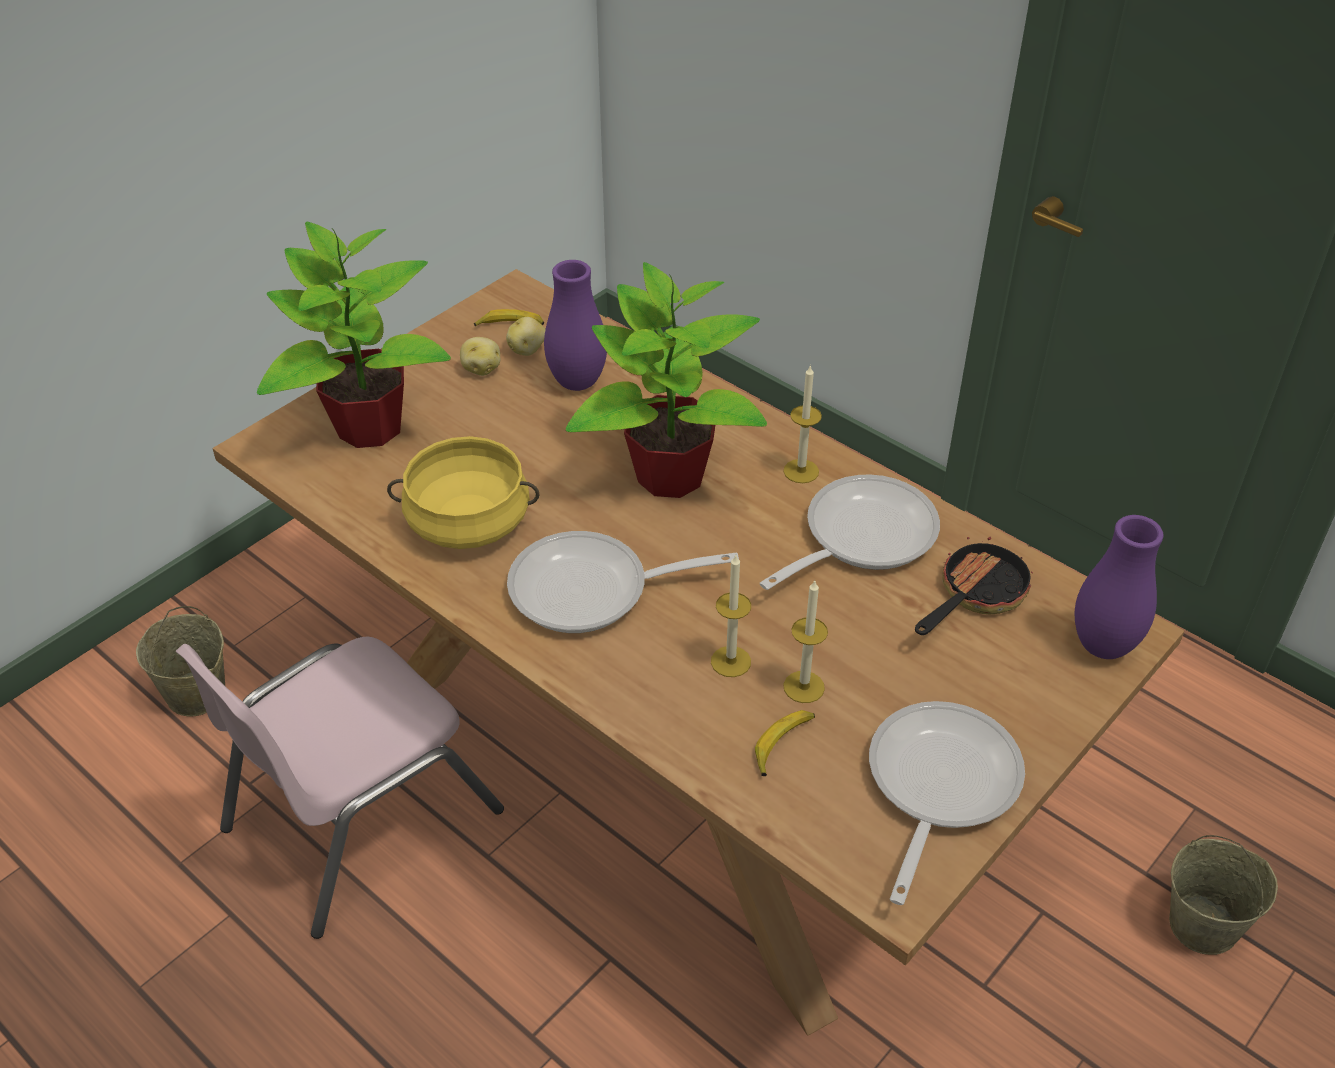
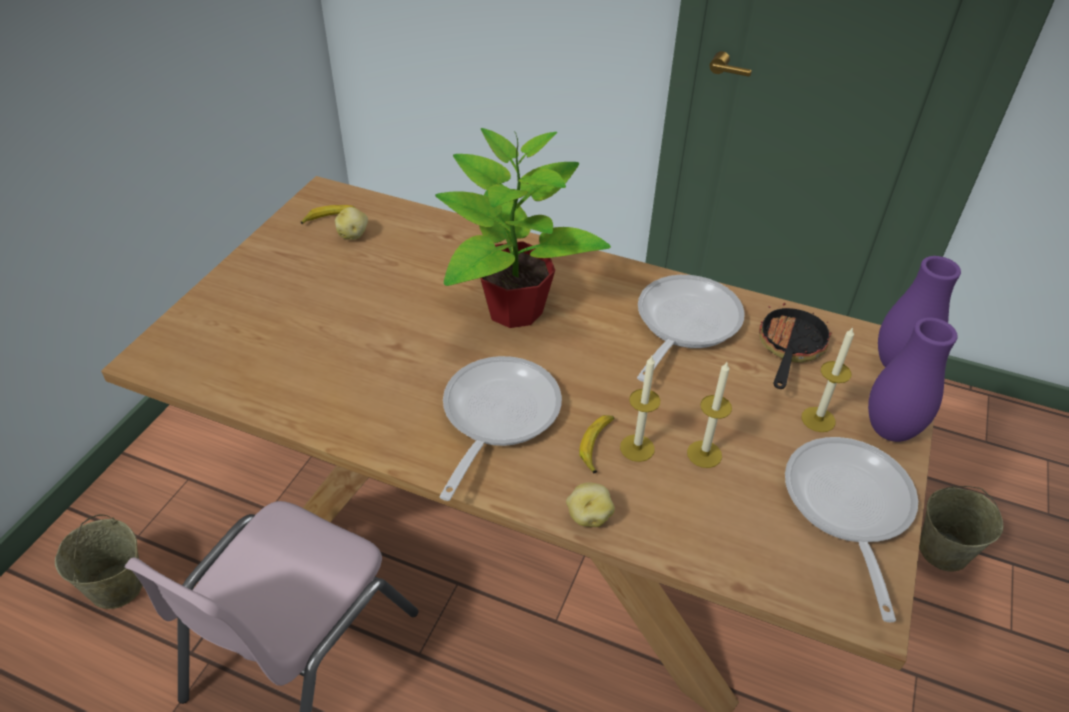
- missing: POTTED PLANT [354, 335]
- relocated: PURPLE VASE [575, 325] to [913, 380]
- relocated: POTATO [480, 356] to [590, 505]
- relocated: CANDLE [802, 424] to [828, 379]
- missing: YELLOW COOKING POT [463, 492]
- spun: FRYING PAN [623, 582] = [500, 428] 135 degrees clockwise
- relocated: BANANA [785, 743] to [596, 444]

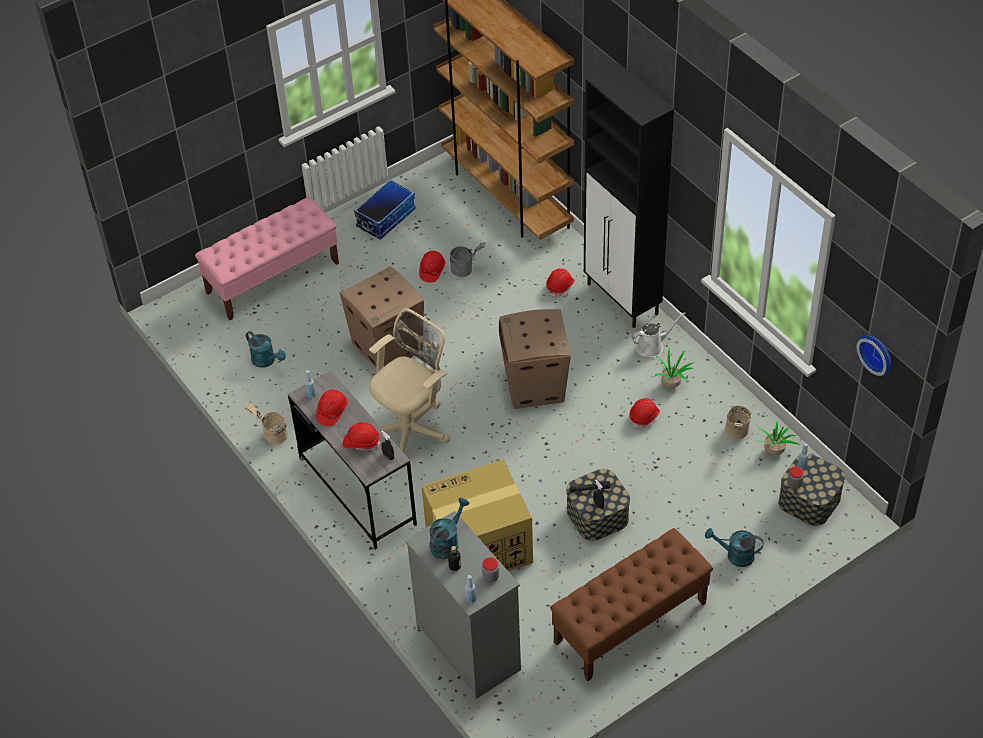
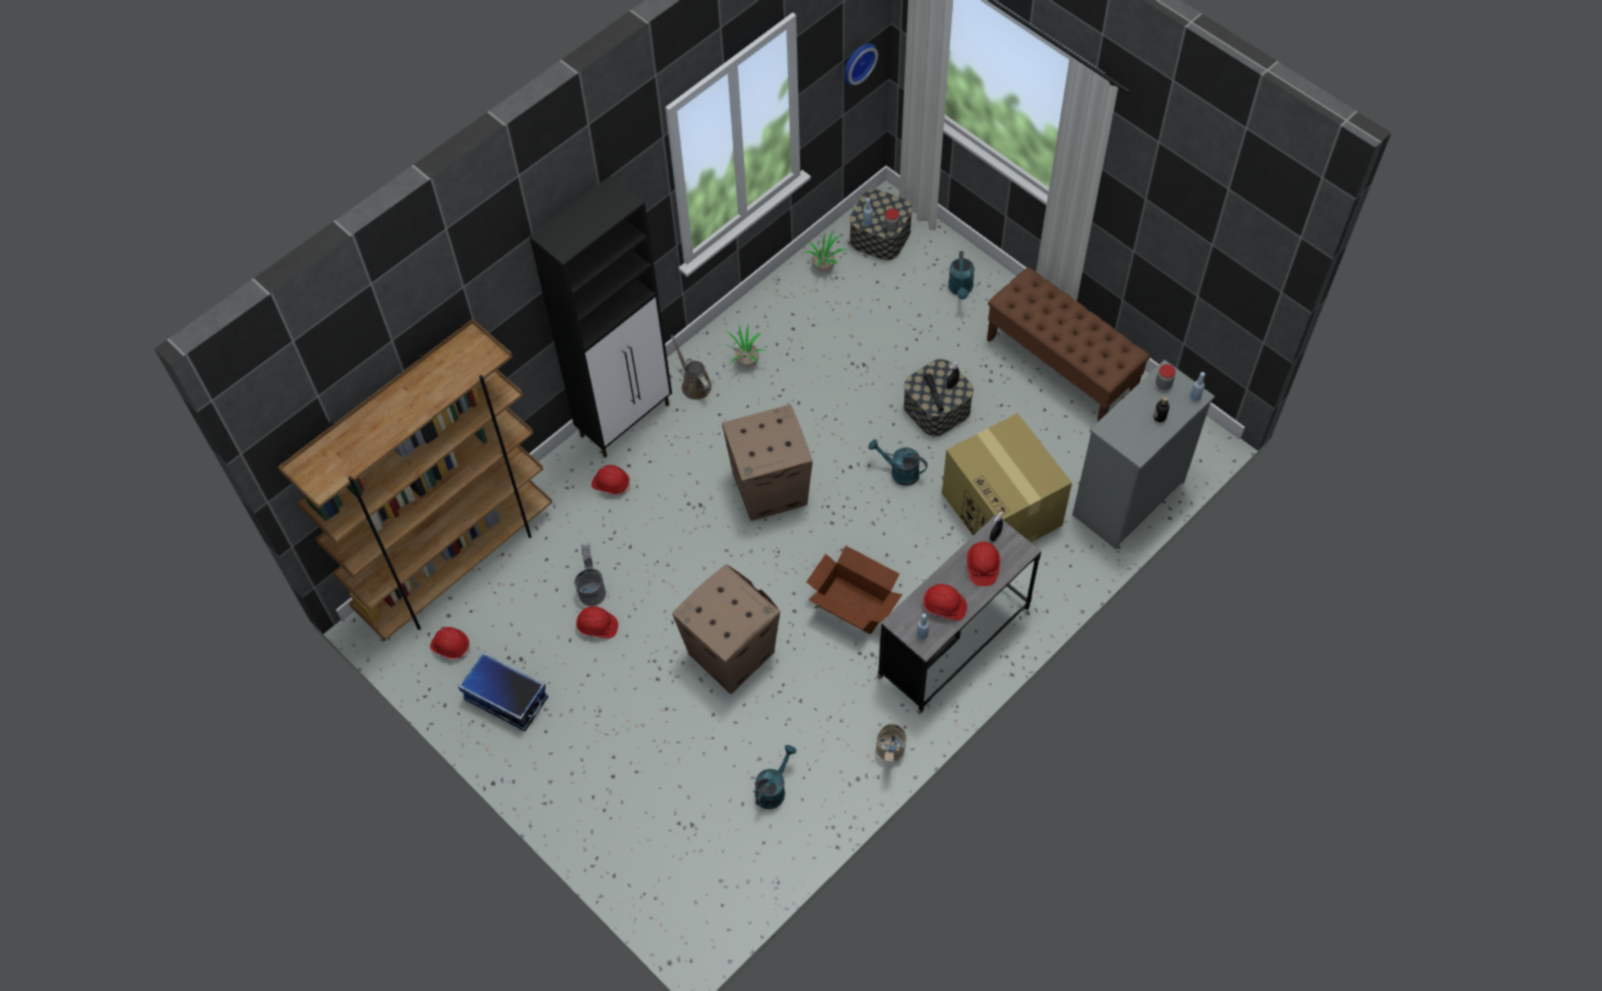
- missing: PINK BENCH [267, 258]
- exchanged: BEIGE OFFICE CHAIR [409, 380] to CARDBOARD BOX [854, 590]
- colour: WHITE WATERING CAN [658, 334] to BROWN WATERING CAN [691, 367]
- relocated: RED HARD HAT [644, 413] to [450, 643]
- missing: BEIGE BUCKET [738, 422]
- relocated: TURQUOISE WATERING CAN [449, 528] to [897, 462]

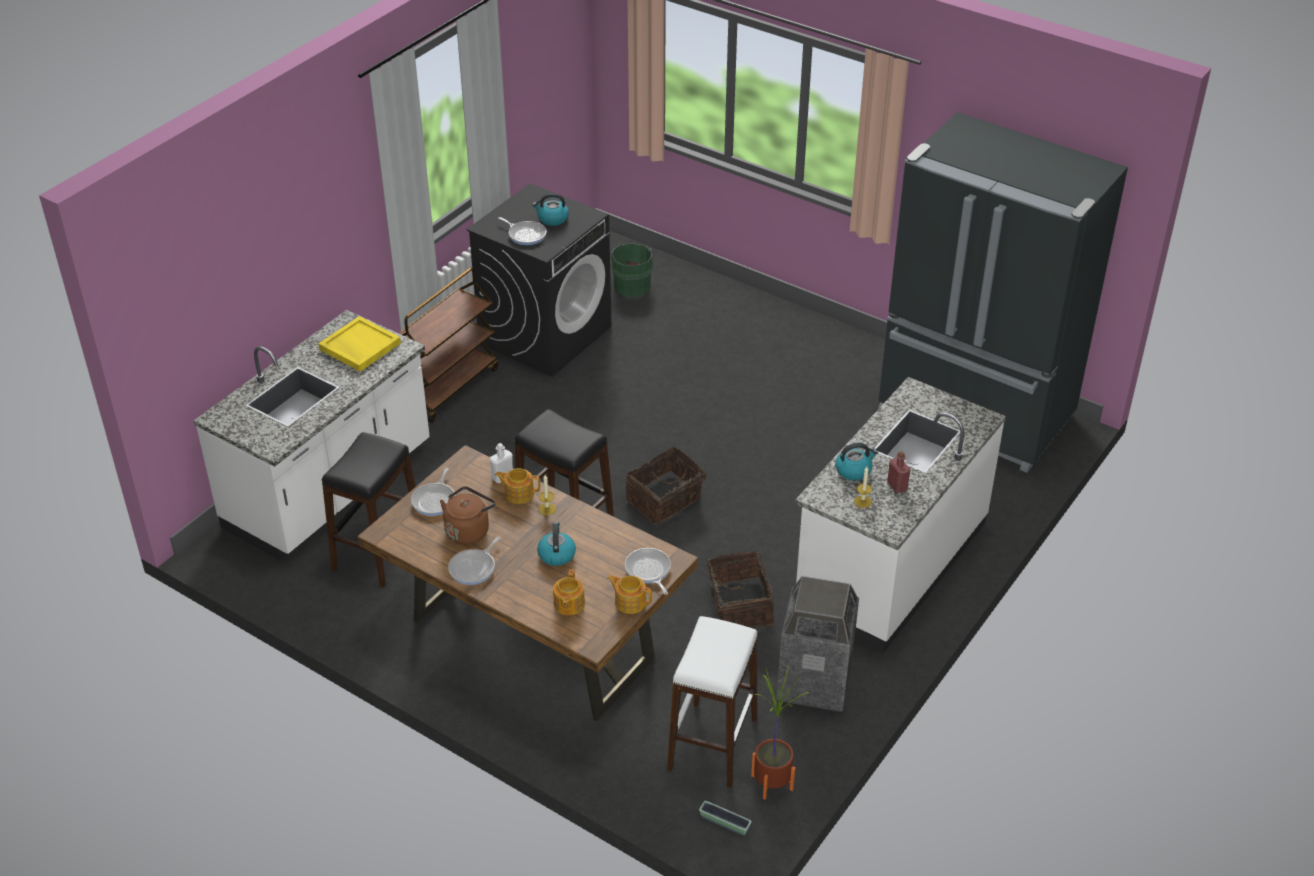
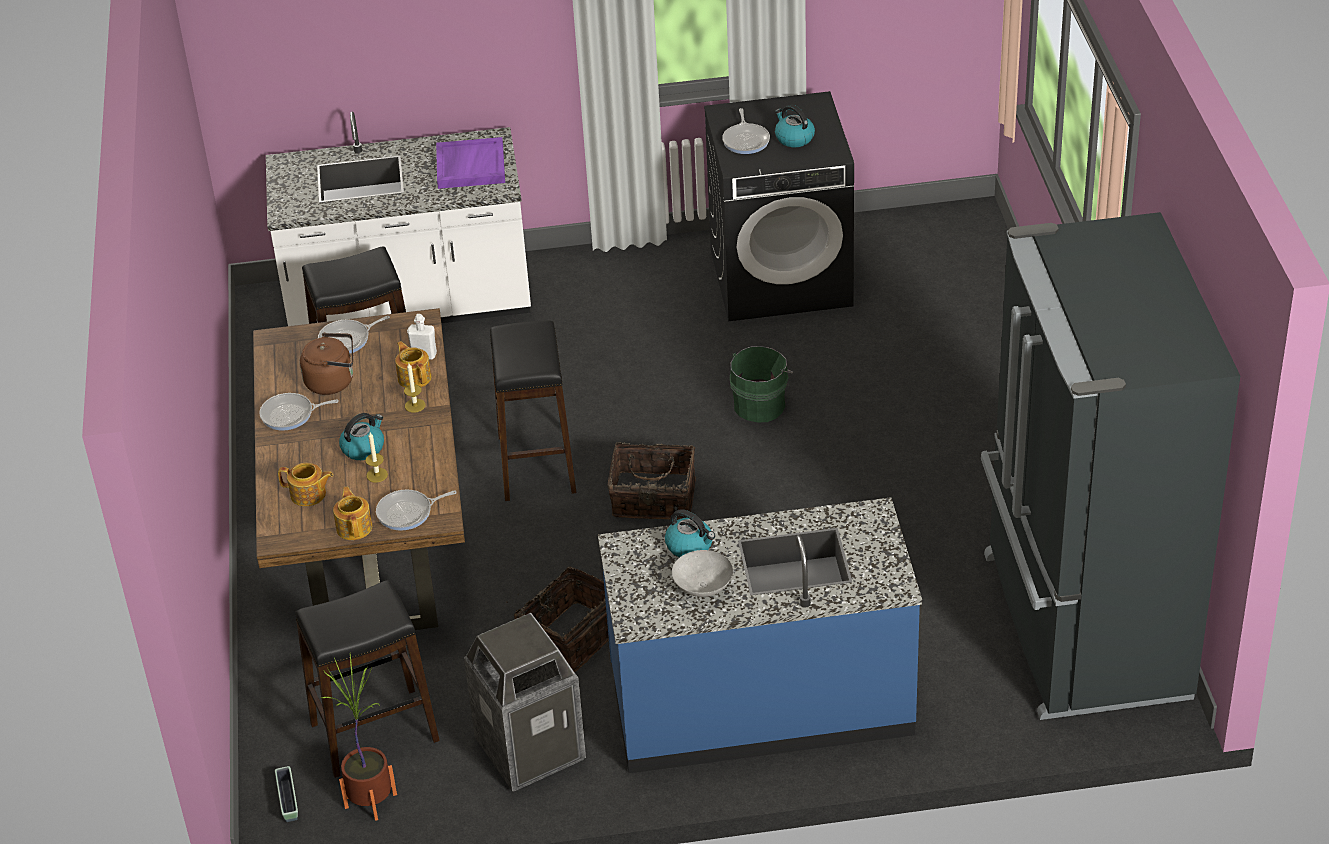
- relocated: GREEN BUCKET [631, 270] to [761, 384]
- missing: BROWN CART [448, 345]
- colour: YELLOW TRAY [359, 344] to PURPLE TRAY [470, 163]
- colour: WHITE COUNTER [900, 515] to BLUE COUNTER [760, 635]
- exchanged: RED BOTTLE [898, 472] to GREY BOWL [702, 573]
- relocated: CANDLE [863, 487] to [376, 457]
- spun: FRYING PAN [648, 571] = [416, 510] 135 degrees counterclockwise
- spun: TEAPOT [569, 592] = [305, 484] 135 degrees counterclockwise
- colour: WHITE STOOL [712, 702] to BLACK STOOL [367, 679]

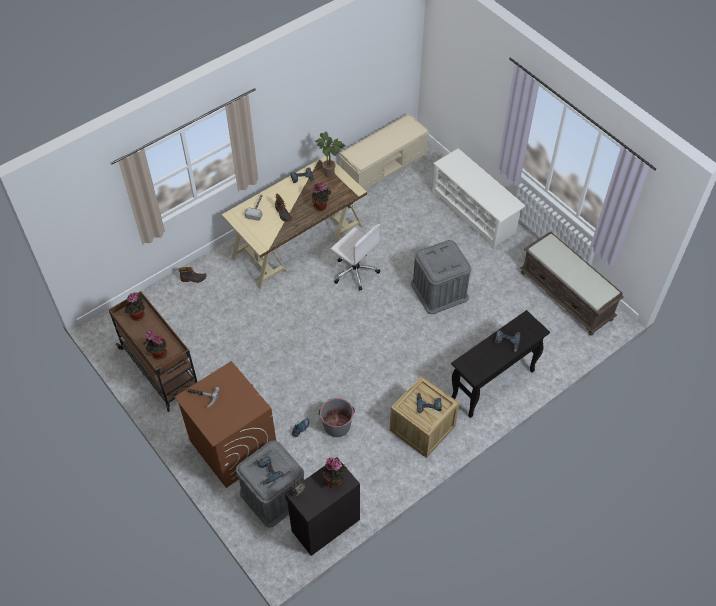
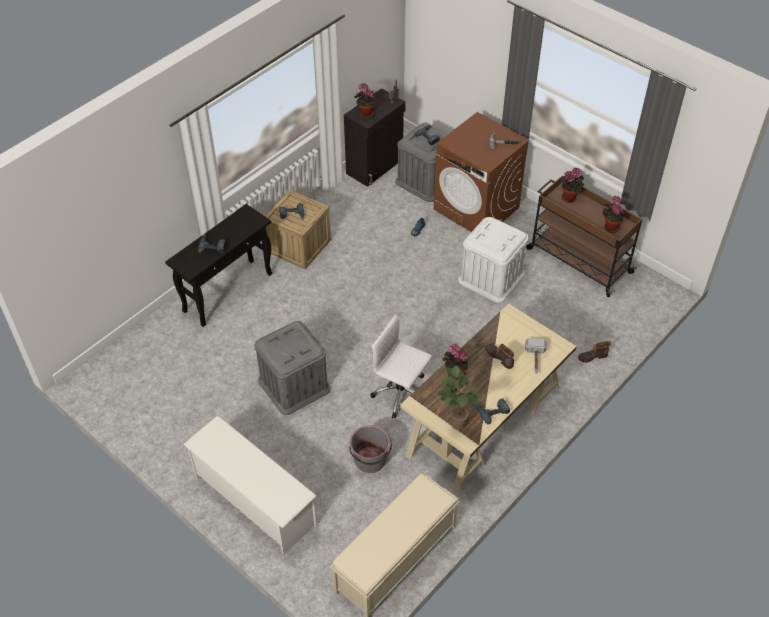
- missing: BROWN BENCH [572, 283]
- relocated: GREY BUCKET [337, 417] to [370, 449]
- appeared: WHITE STORAGE BOX [493, 260]

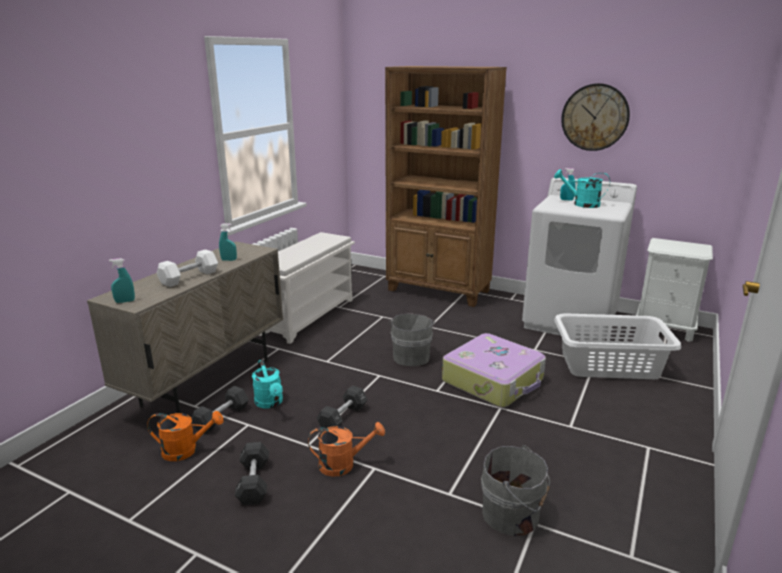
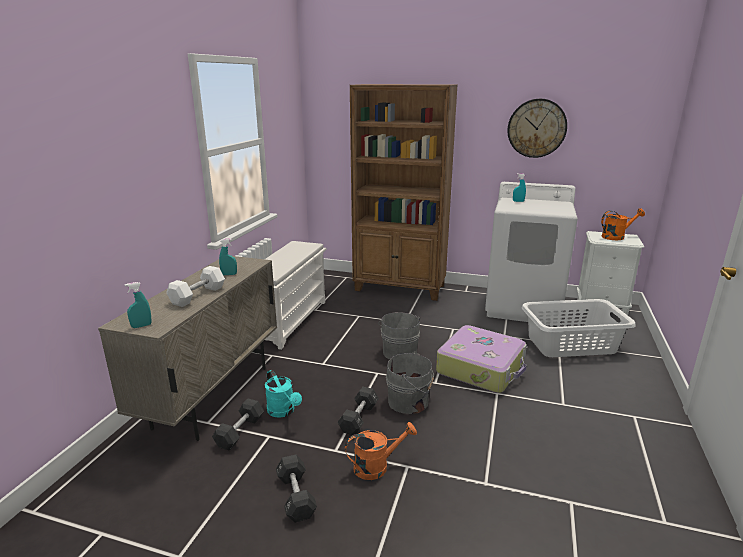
- missing: TURQUOISE WATERING CAN [582, 188]
- relocated: ORANGE WATERING CAN [185, 436] to [623, 224]
- relocated: GREY BUCKET [515, 490] to [410, 383]

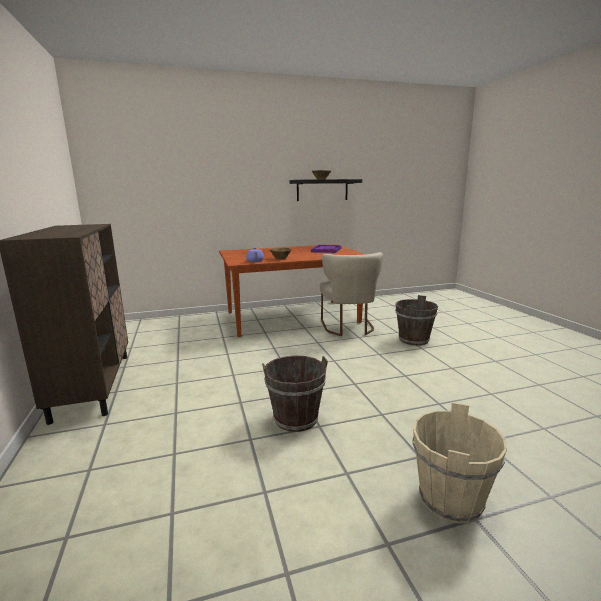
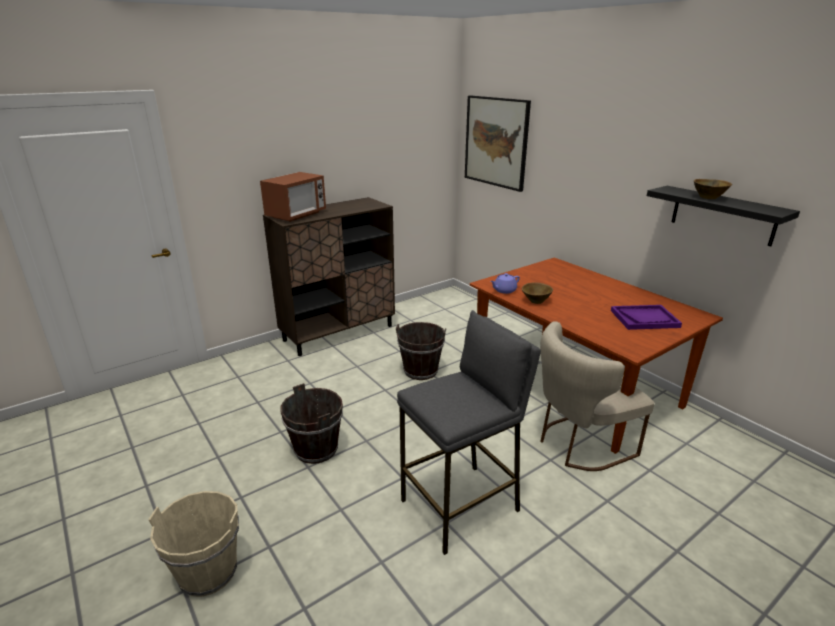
- relocated: BROWN BUCKET [416, 320] to [421, 351]
- appeared: PICTURE [498, 144]
- appeared: MICROWAVE [293, 197]
- appeared: GREY STOOL [469, 432]

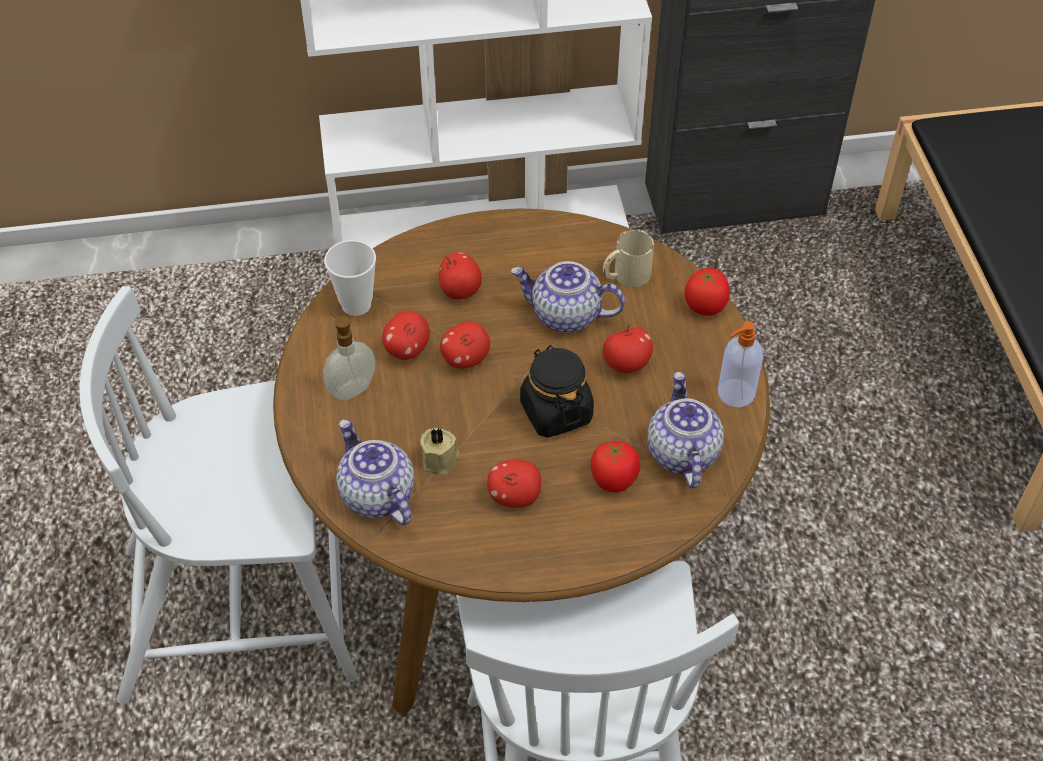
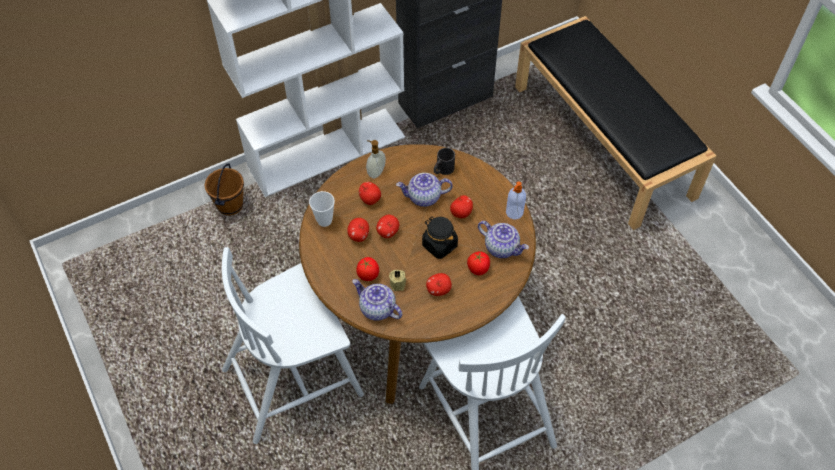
- colour: BEIGE MUG [628, 258] to BLACK MUG [444, 161]
- relocated: TOMATO [707, 291] to [367, 269]
- relocated: SOAP DISPENSER [349, 356] to [376, 159]
- spun: TEAPOT [685, 430] = [503, 239] 150 degrees clockwise
- appeared: BROWN BUCKET [224, 190]

